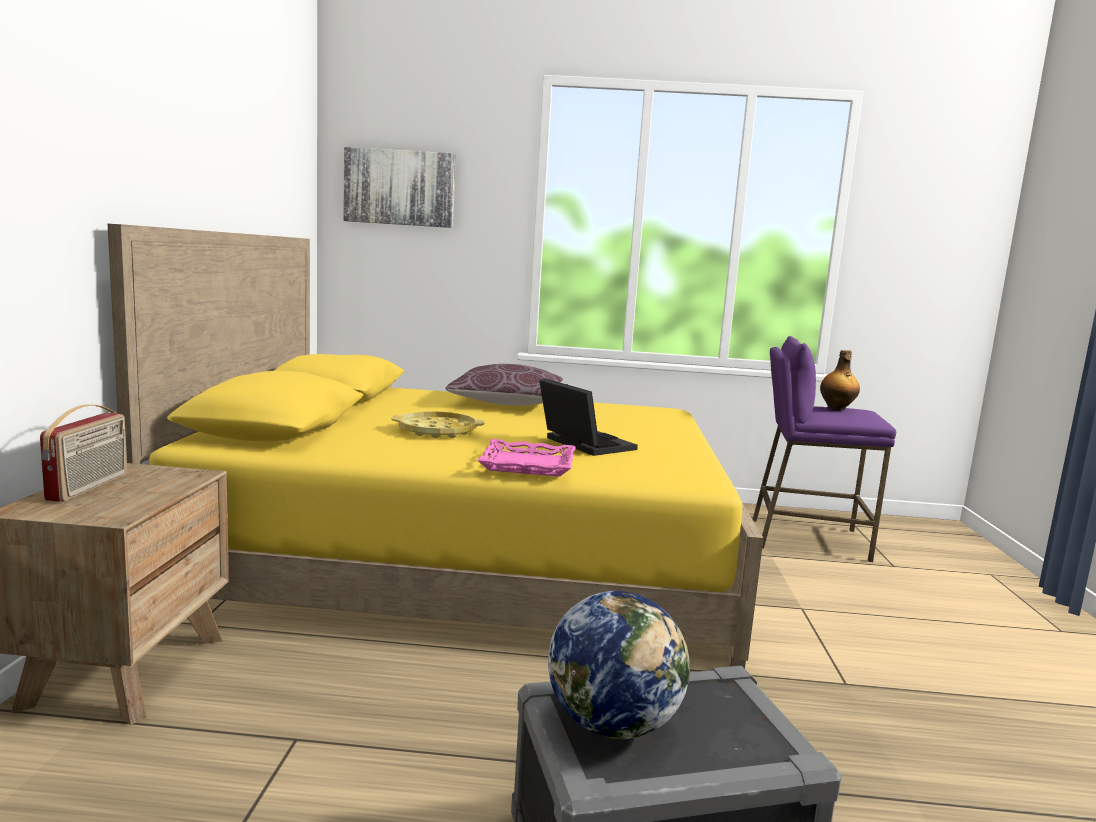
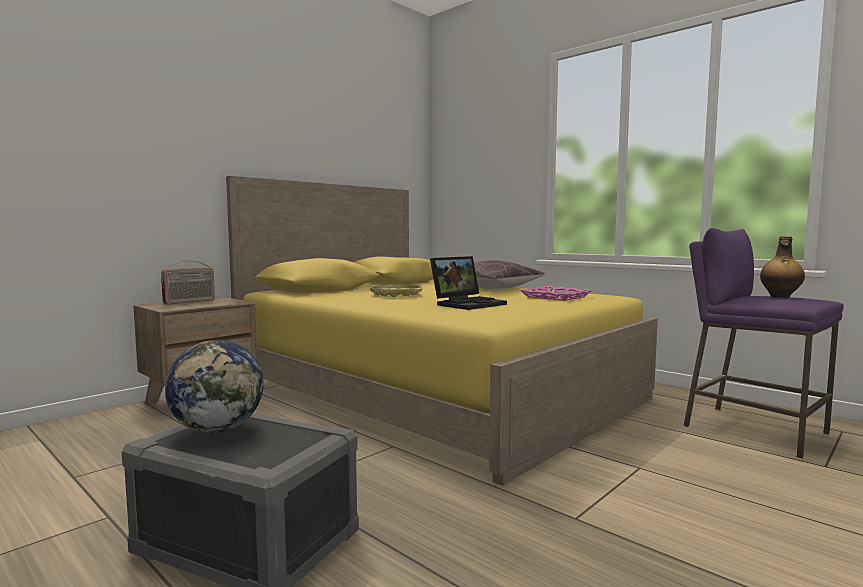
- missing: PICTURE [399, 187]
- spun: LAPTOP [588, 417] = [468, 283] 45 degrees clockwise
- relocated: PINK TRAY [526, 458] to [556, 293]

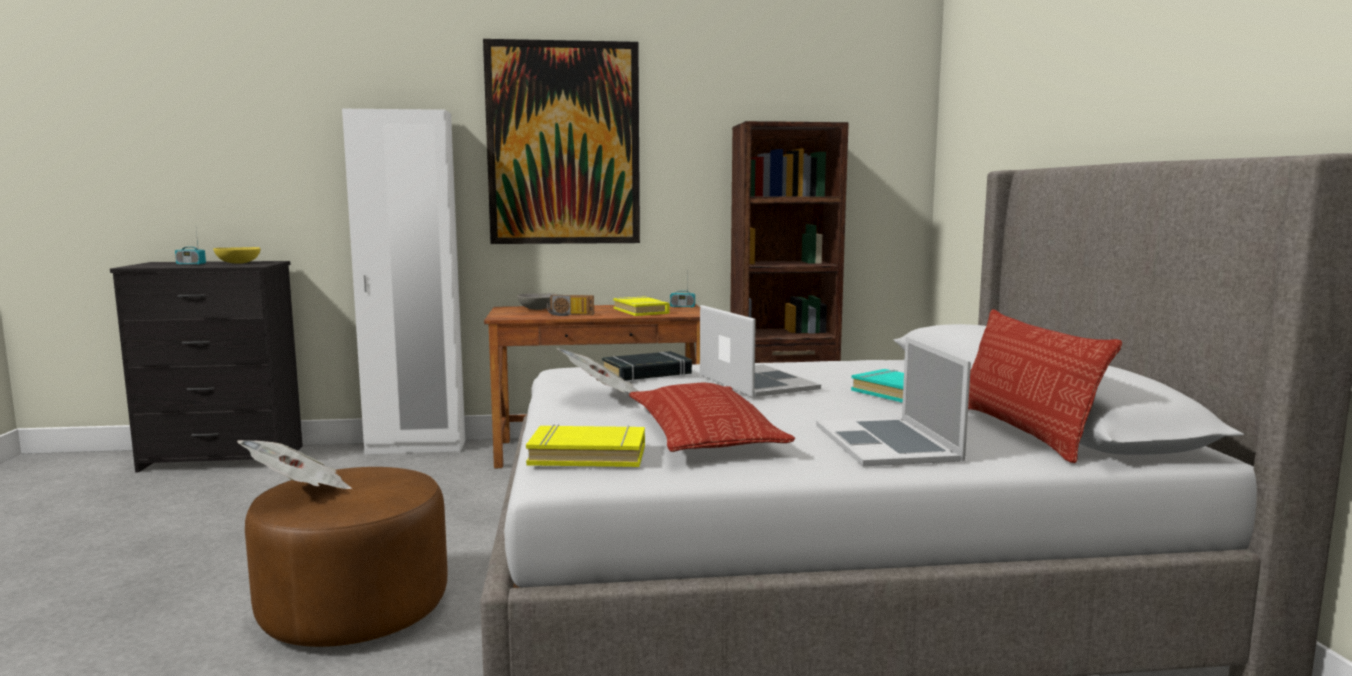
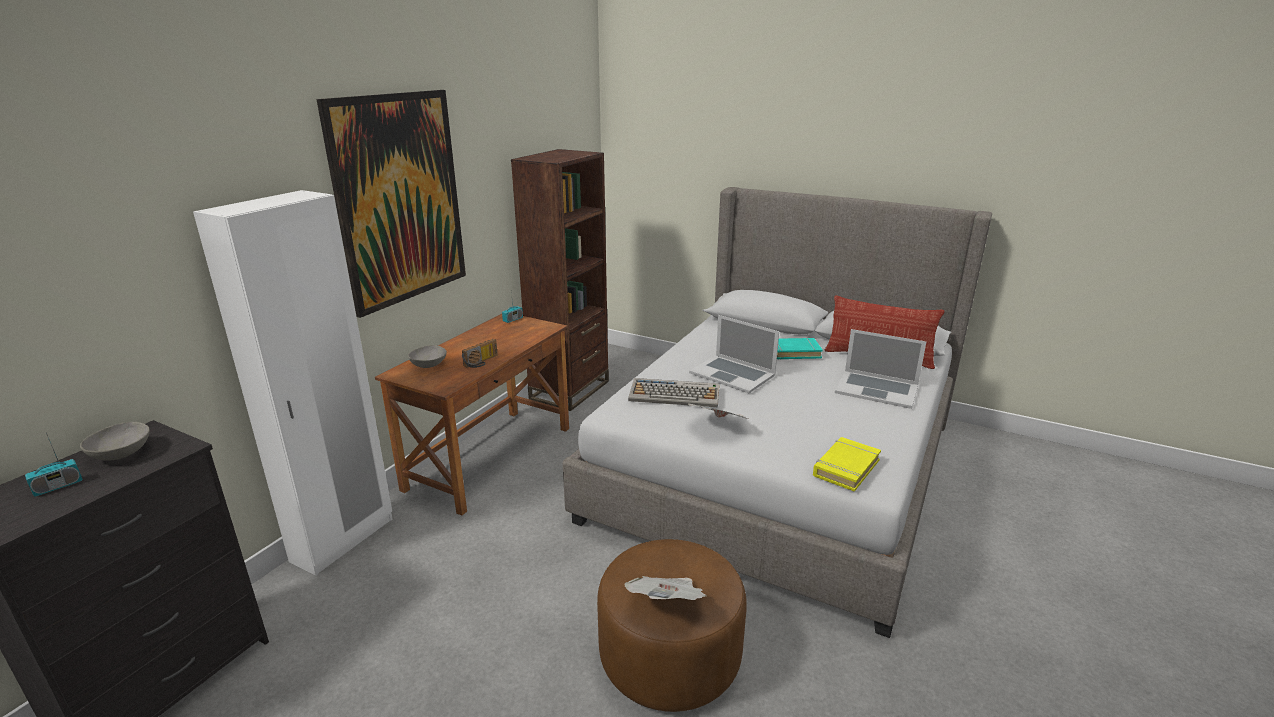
- colour: YELLOW BOWL [237, 255] to GREY BOWL [115, 441]
- missing: YELLOW BOOK [641, 306]
- spun: LAPTOP [760, 351] = [734, 354] 150 degrees counterclockwise
- exchanged: BLACK BOOK [647, 366] to KEYBOARD [674, 392]
- missing: PILLOW [712, 417]

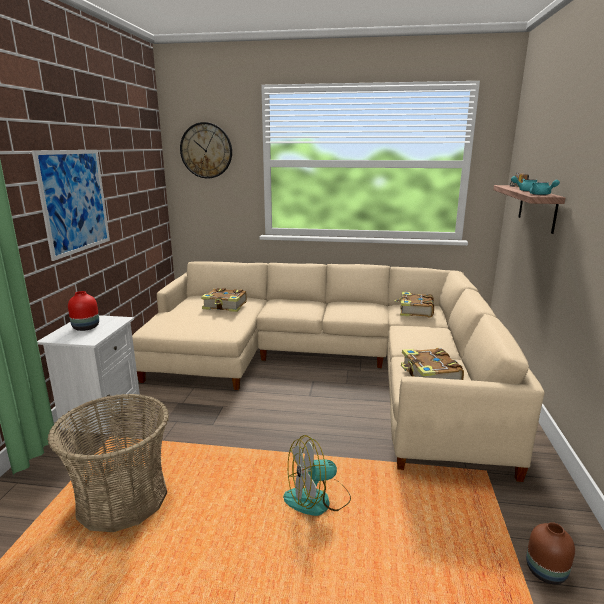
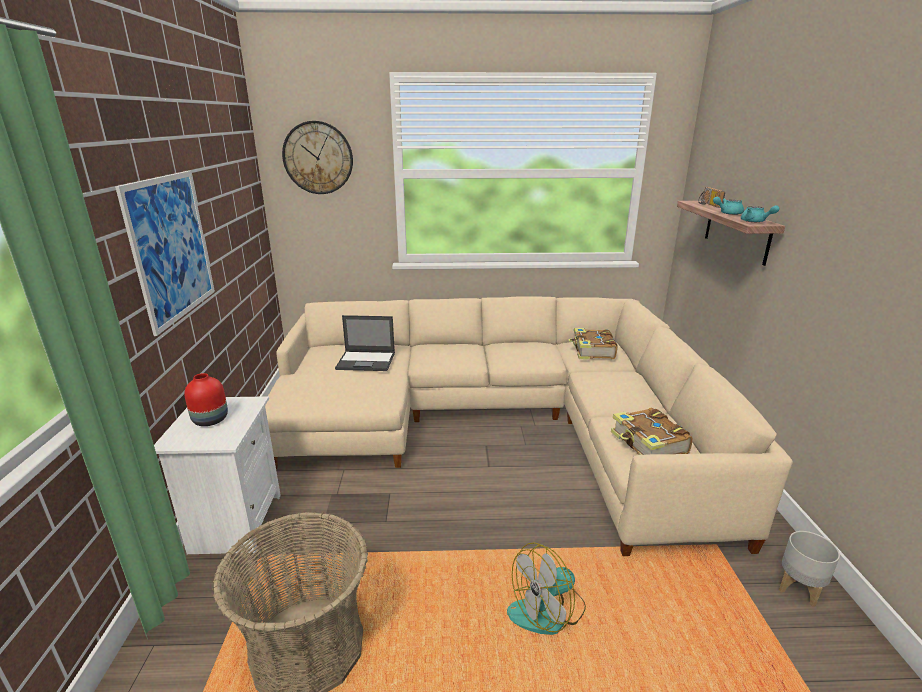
- exchanged: BOOK [224, 300] to LAPTOP [365, 343]
- missing: BROWN VASE [550, 553]
- appeared: GREY PLANTER [809, 569]

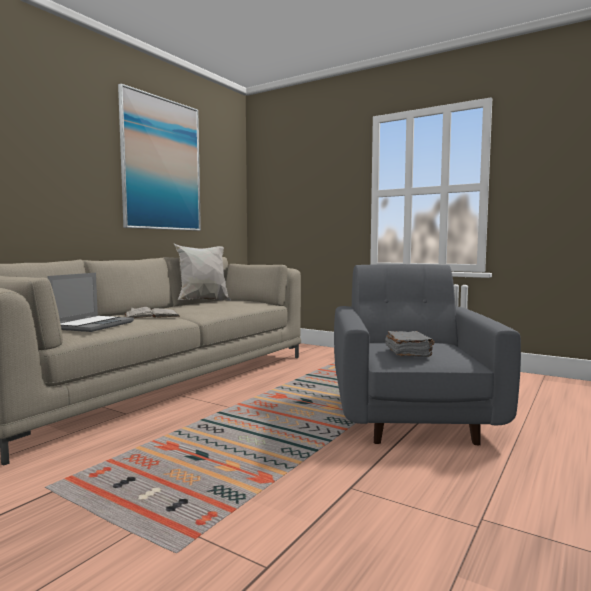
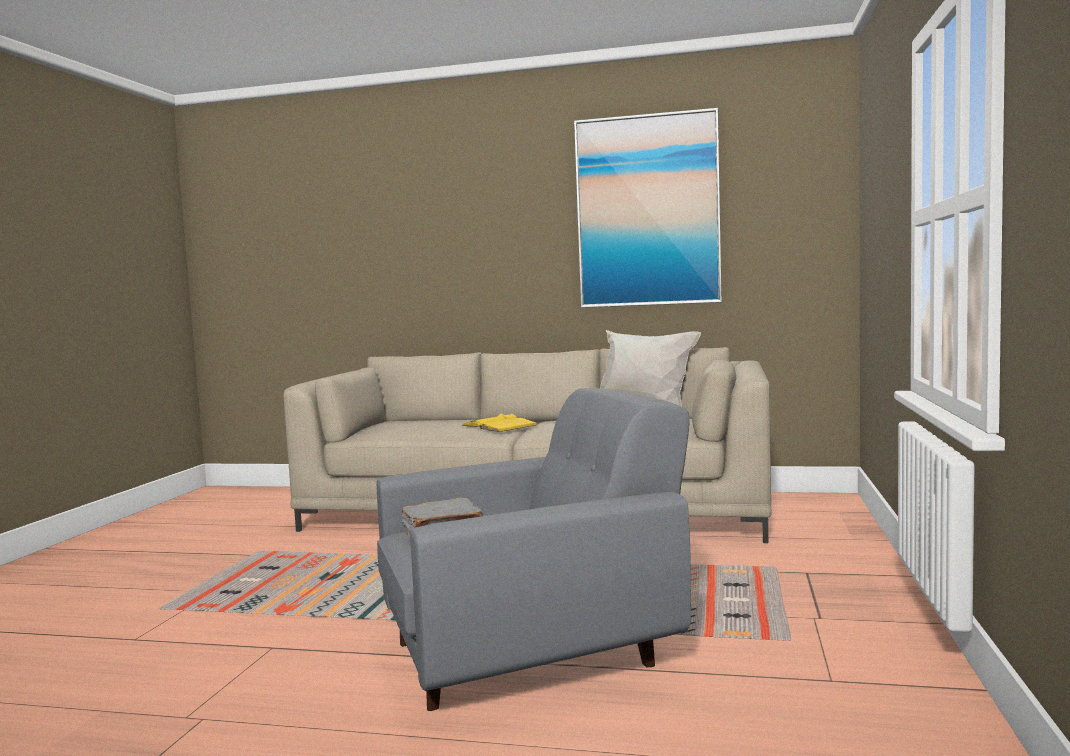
- missing: LAPTOP [91, 302]
- colour: WHITE BOOK [152, 312] to YELLOW BOOK [499, 422]

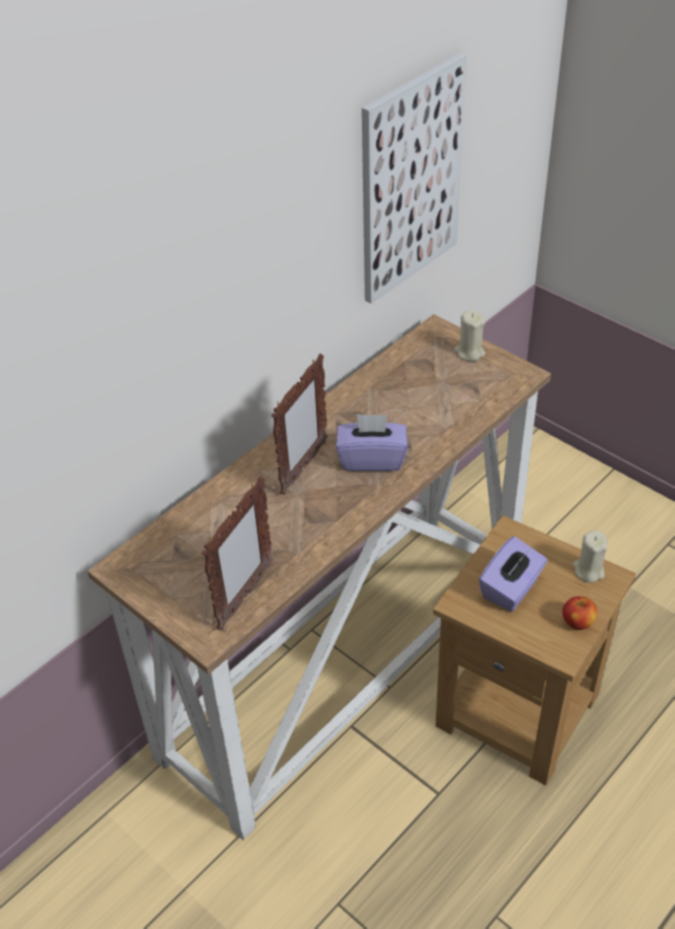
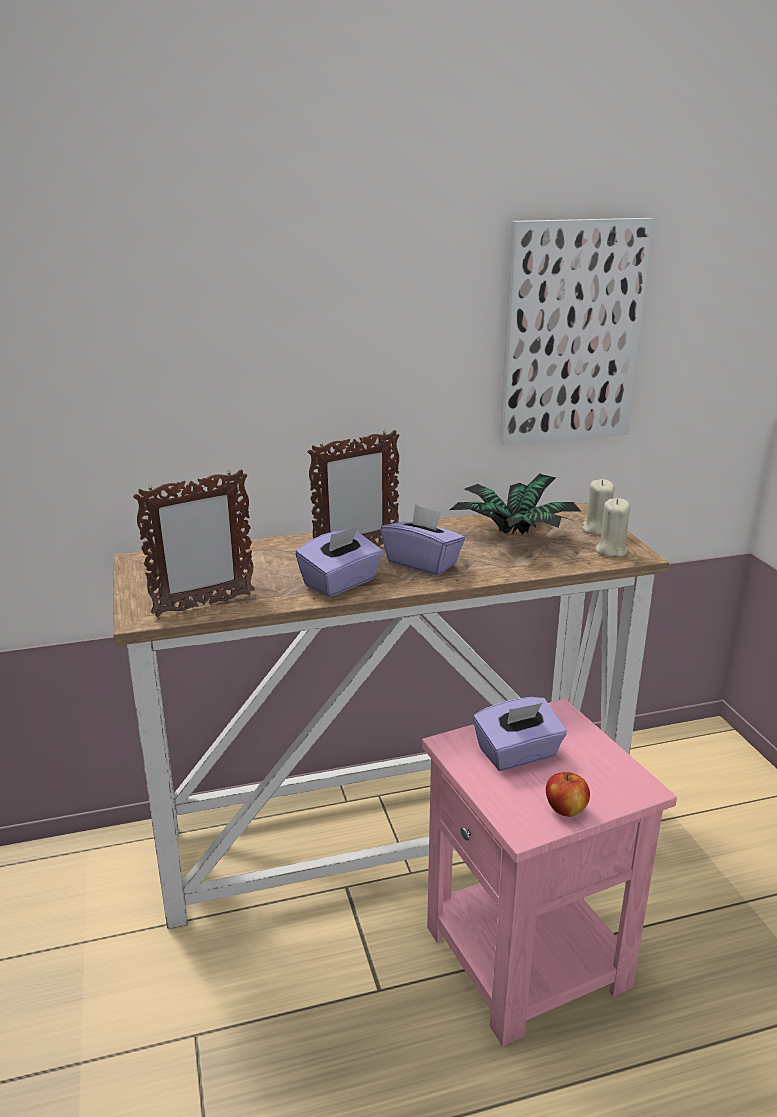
- colour: BROWN SIDE TABLE [534, 650] to PINK SIDE TABLE [549, 872]
- relocated: BEIGE CANDLE [590, 556] to [612, 527]
- appeared: POTTED PLANT [516, 504]
- appeared: PURPLE TISSUE BOX [339, 561]

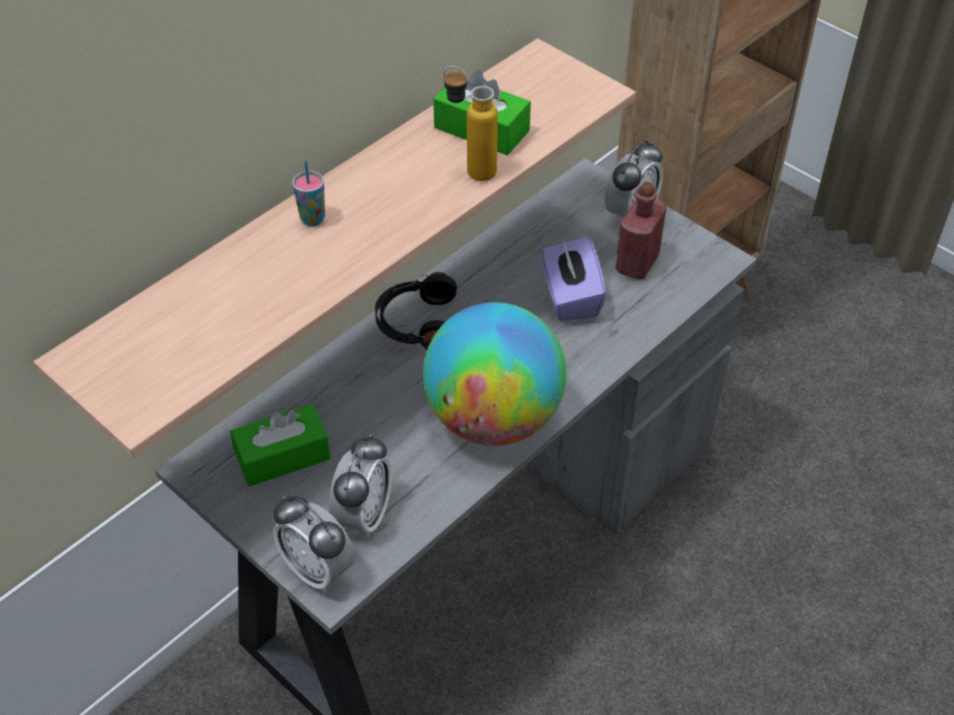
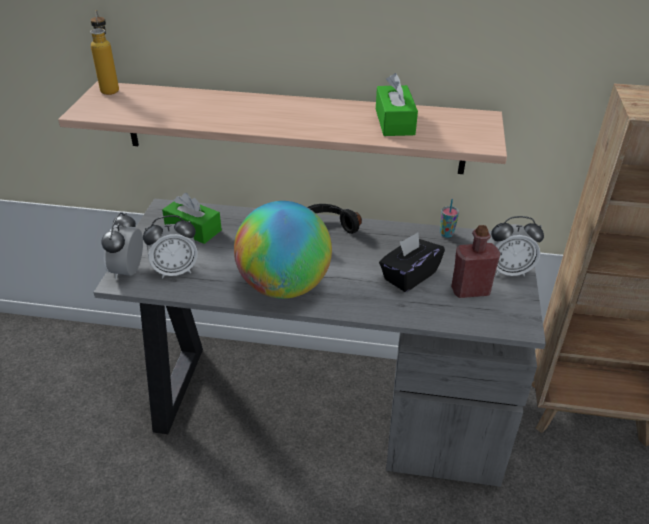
- relocated: BOTTLE [470, 123] to [104, 52]
- relocated: CUP [308, 193] to [449, 218]
- colour: PURPLE TISSUE BOX [573, 278] to BLACK TISSUE BOX [412, 262]

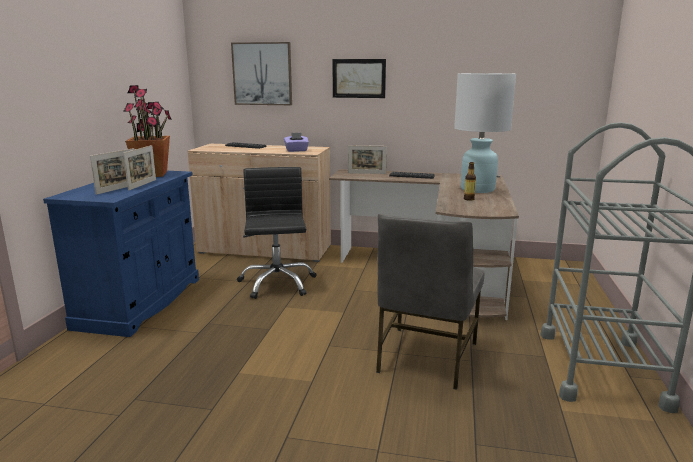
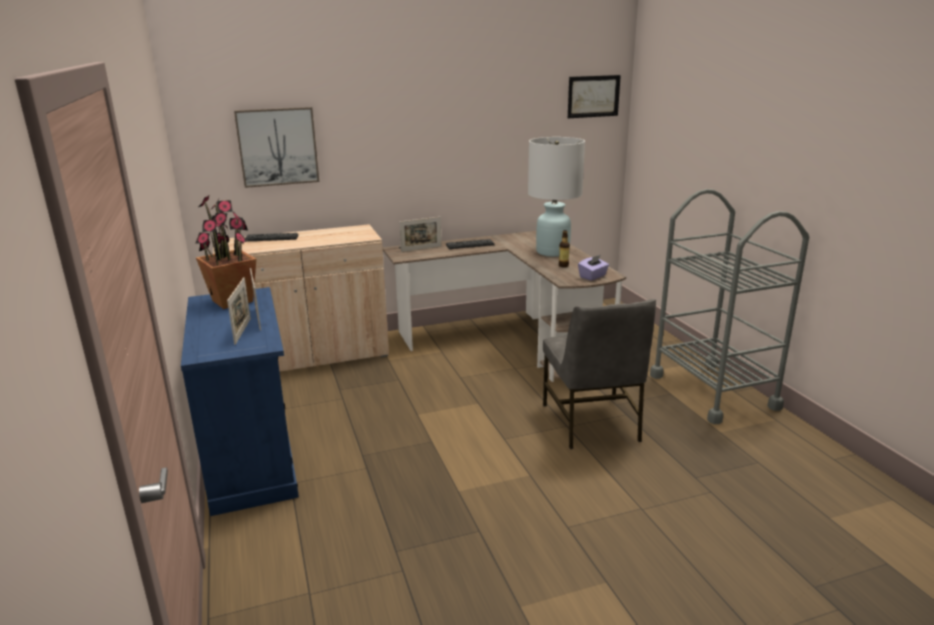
- relocated: PICTURE [359, 78] to [594, 96]
- relocated: PURPLE TISSUE BOX [296, 142] to [593, 268]
- missing: BLACK OFFICE CHAIR [277, 233]

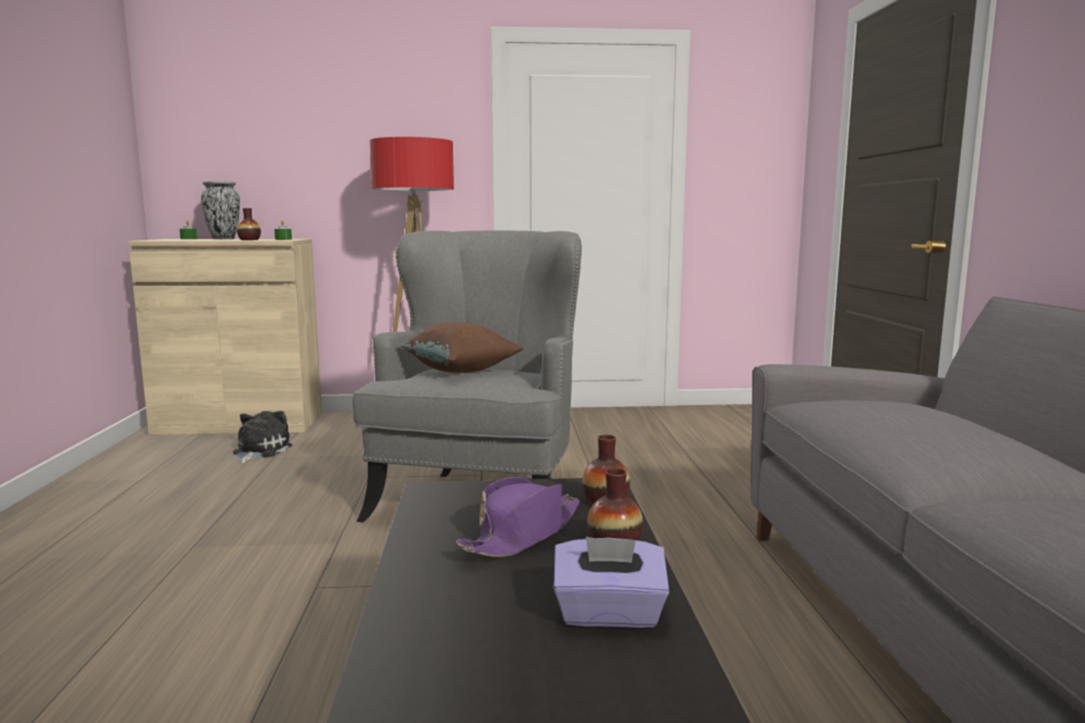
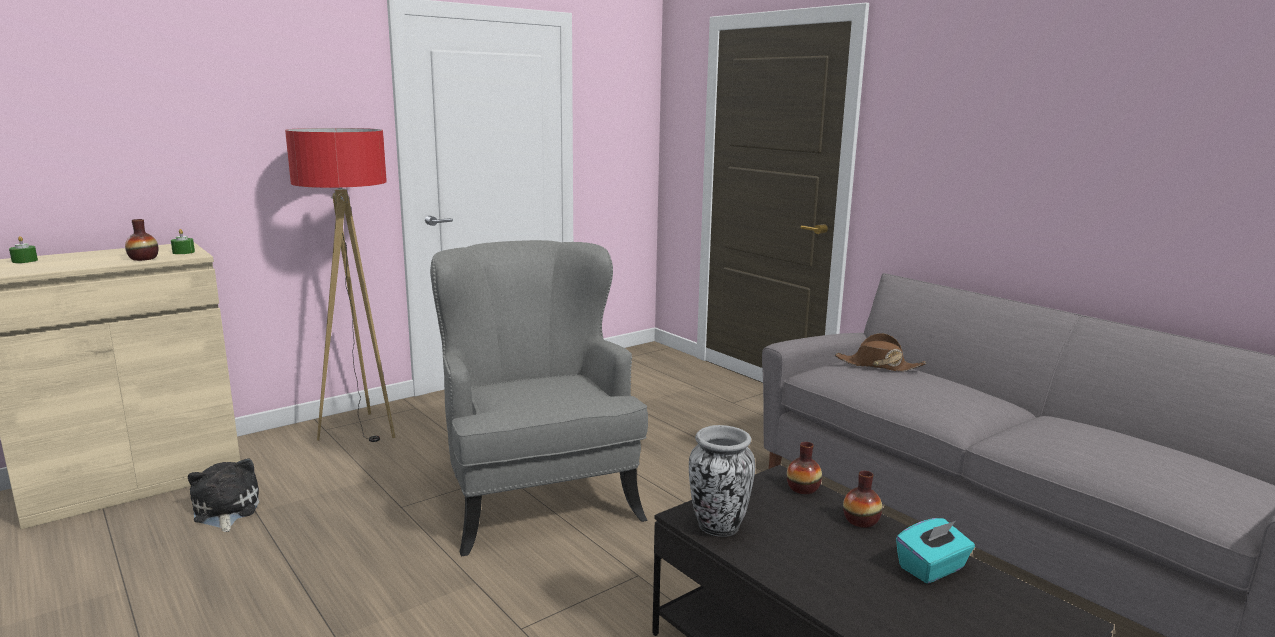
- relocated: VASE [220, 210] to [722, 481]
- missing: BROWN PILLOW [462, 347]
- missing: PURPLE HAT [518, 517]
- colour: PURPLE TISSUE BOX [611, 582] to TURQUOISE TISSUE BOX [935, 550]
- appeared: BROWN HAT [880, 352]

